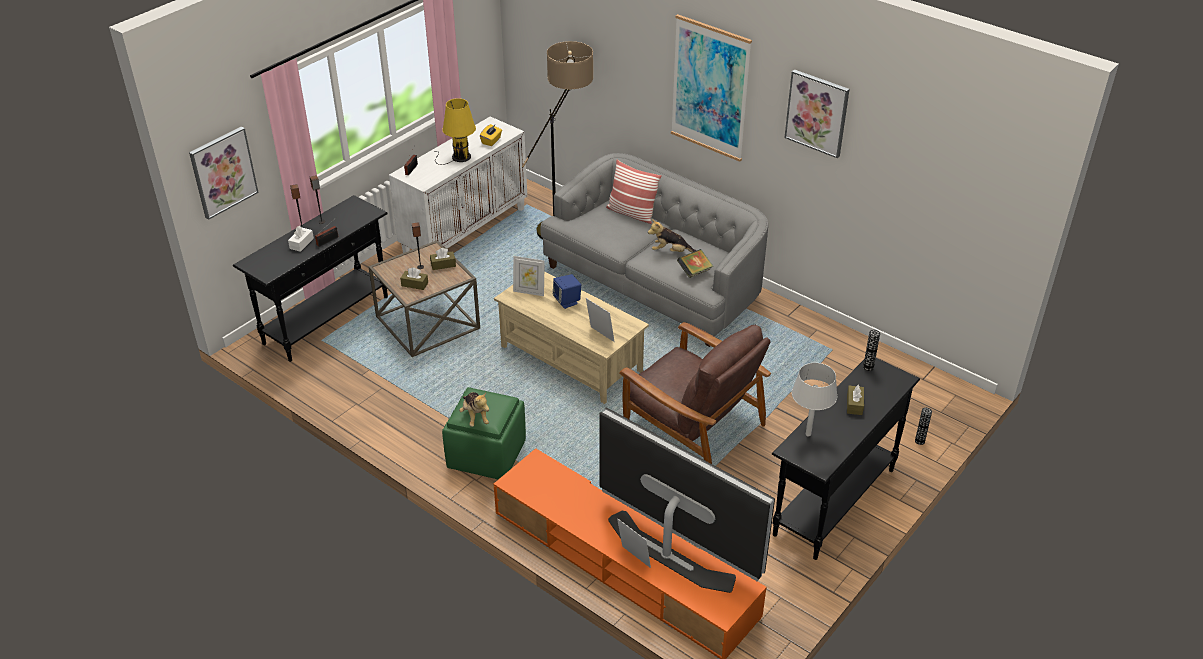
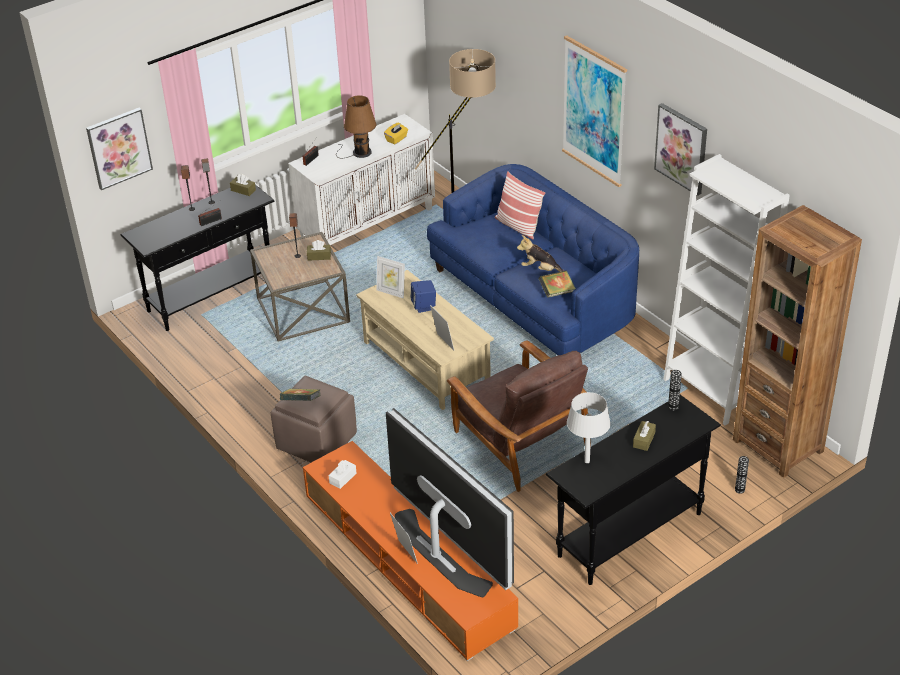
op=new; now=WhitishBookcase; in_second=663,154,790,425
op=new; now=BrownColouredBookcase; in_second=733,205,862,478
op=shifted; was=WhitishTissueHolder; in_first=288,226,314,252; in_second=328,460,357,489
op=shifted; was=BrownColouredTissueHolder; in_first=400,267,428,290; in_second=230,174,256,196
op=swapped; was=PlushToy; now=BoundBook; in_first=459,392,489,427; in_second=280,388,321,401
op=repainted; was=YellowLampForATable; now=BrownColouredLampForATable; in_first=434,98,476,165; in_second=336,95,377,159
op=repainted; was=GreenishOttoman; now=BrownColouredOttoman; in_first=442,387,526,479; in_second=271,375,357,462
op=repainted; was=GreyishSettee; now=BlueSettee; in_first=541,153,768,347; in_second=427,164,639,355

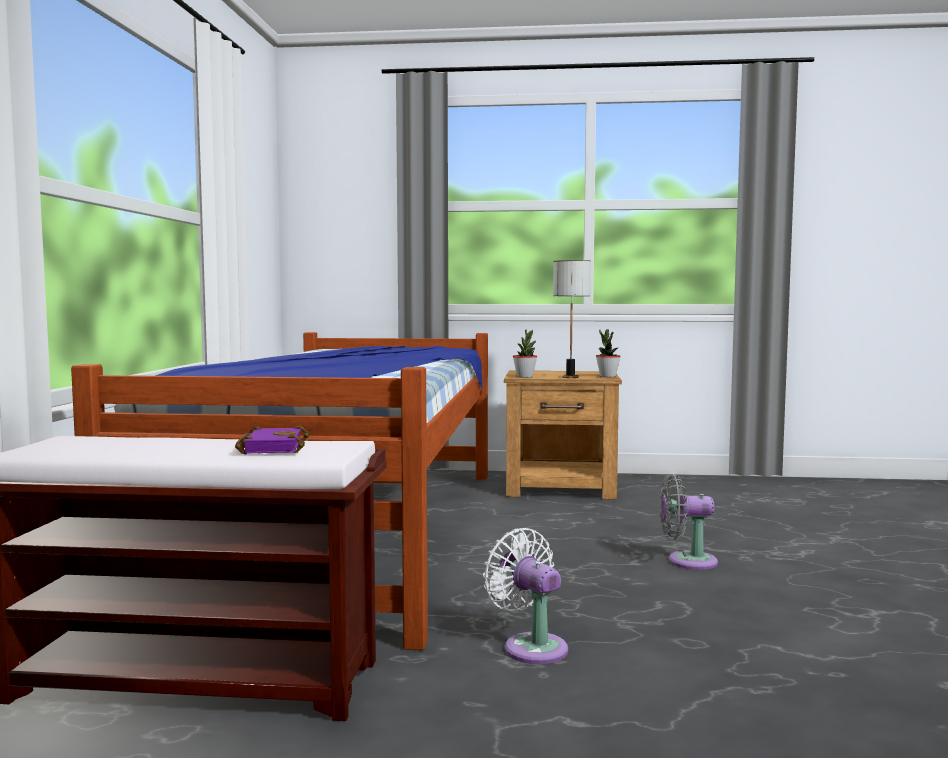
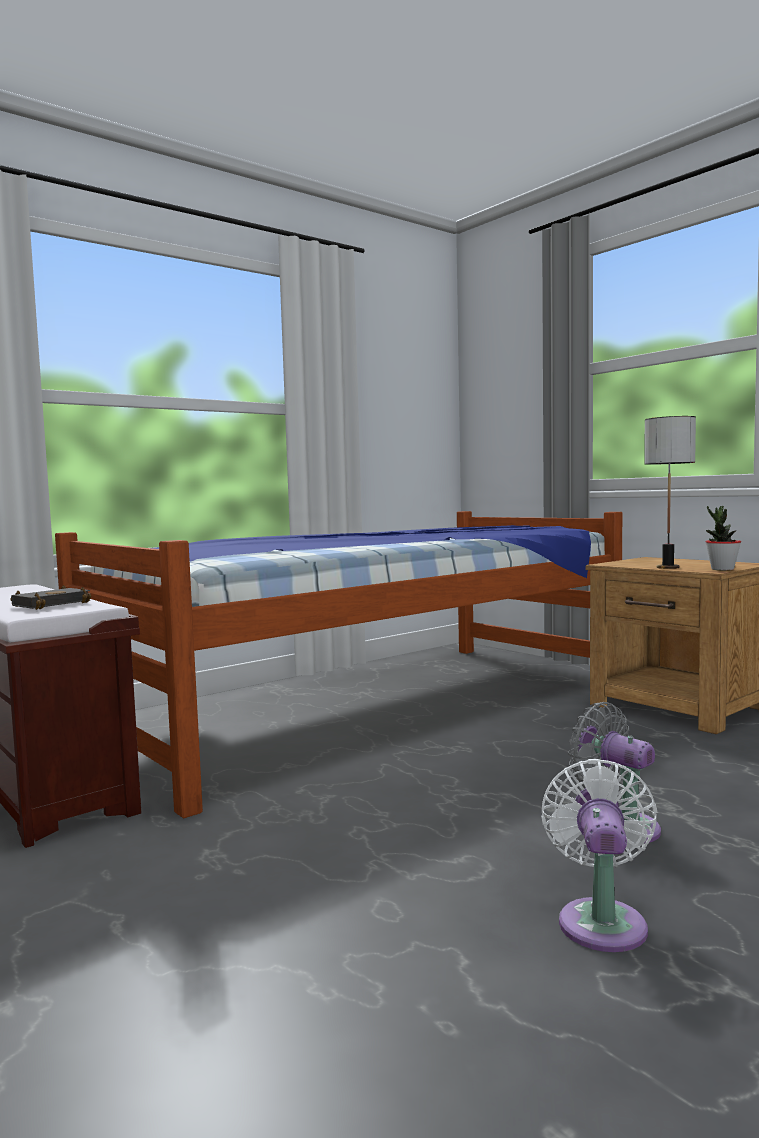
op=gone; was=PlantInAPot; in_first=513,330,537,378
op=shifted; was=WhitishCoolingFan; in_first=483,528,568,664; in_second=541,759,658,952
op=repainted; was=PurpleBoundBook; now=BlackishBoundBook; in_first=235,425,310,454; in_second=10,585,91,610

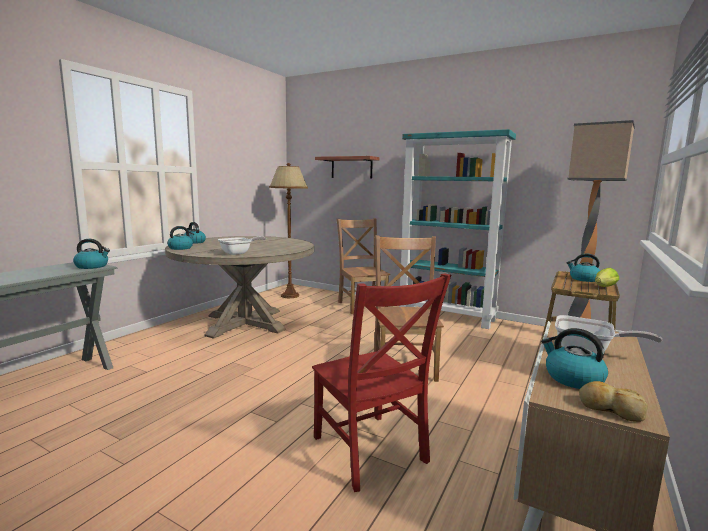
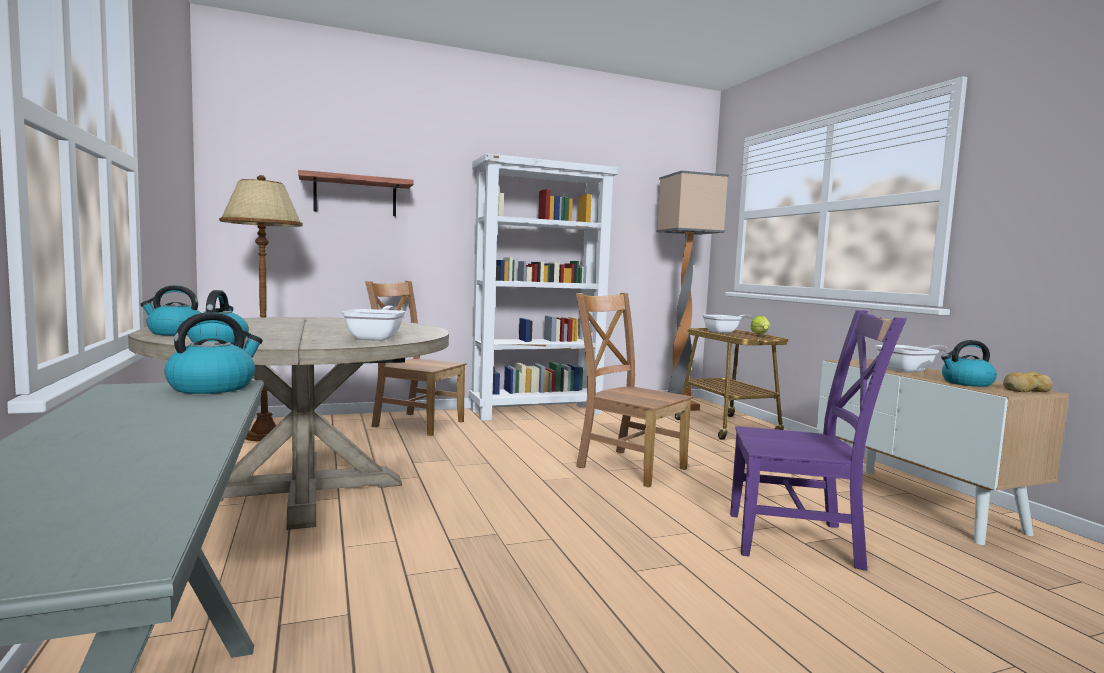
op=swapped; was=TeaKettle; now=Pan; in_first=567,254,600,282; in_second=702,315,754,333
op=repainted; was=ReddishChair; now=PurpleChair; in_first=312,273,451,492; in_second=730,310,907,571
op=repainted; was=TurquoiseColouredBookcase; now=WhitishBookcase; in_first=399,129,516,329; in_second=469,153,619,421

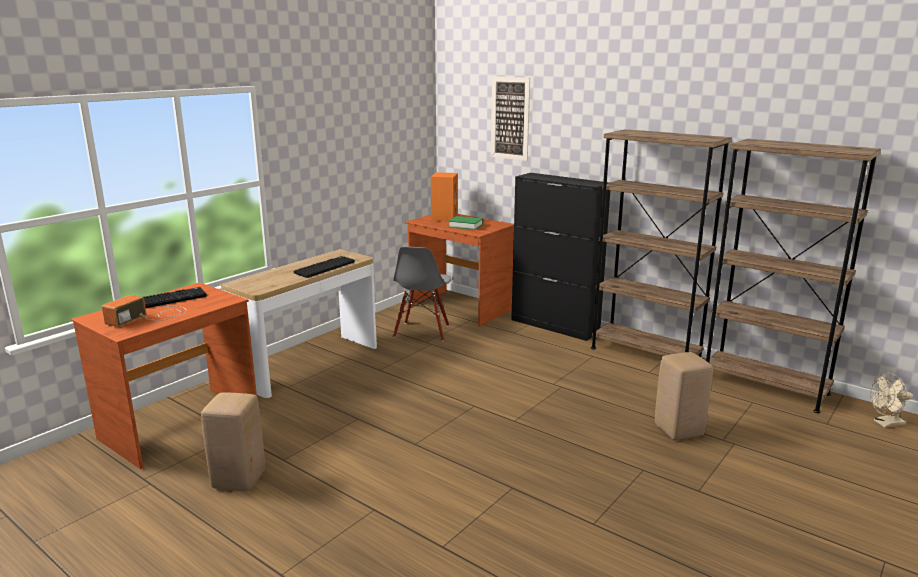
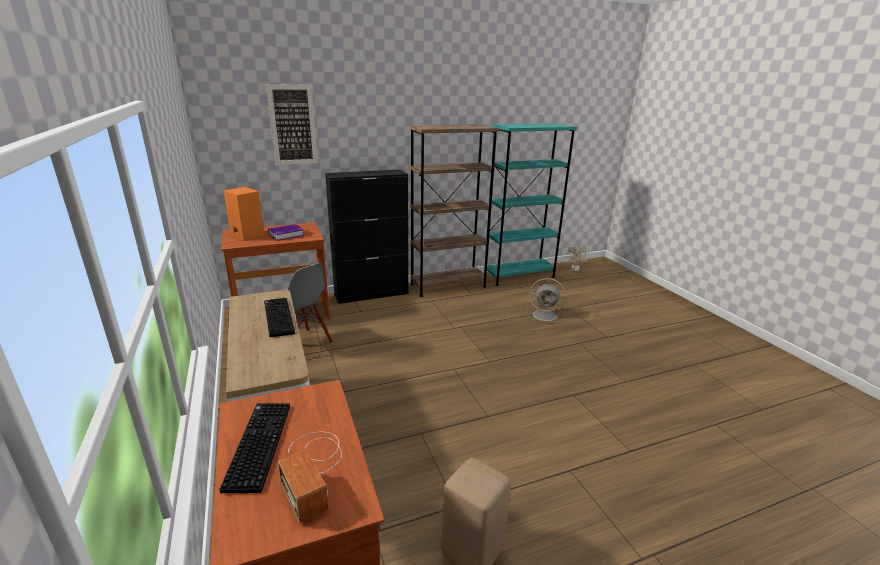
op=swapped; was=BeigeSittingStool; now=GreyishCoolingFan; in_first=655,352,713,440; in_second=527,278,566,324
op=repainted; was=GreenishBoundBook; now=PurpleBoundBook; in_first=449,216,483,230; in_second=268,224,304,241
op=repainted; was=BrownColouredBookcase; now=TurquoiseColouredBookcase; in_first=706,139,881,413; in_second=484,123,577,286

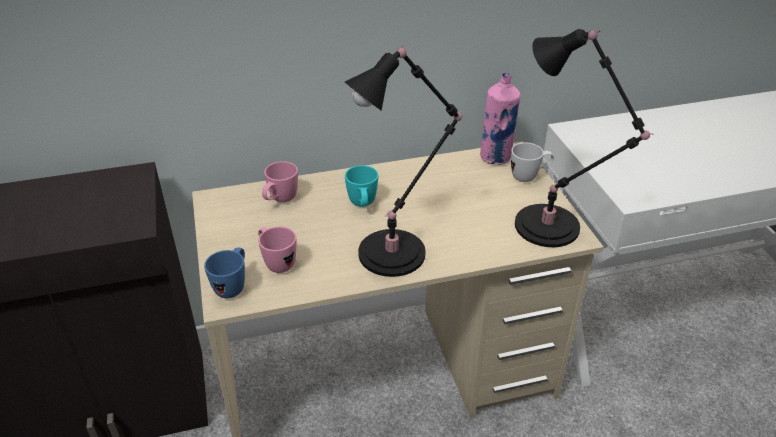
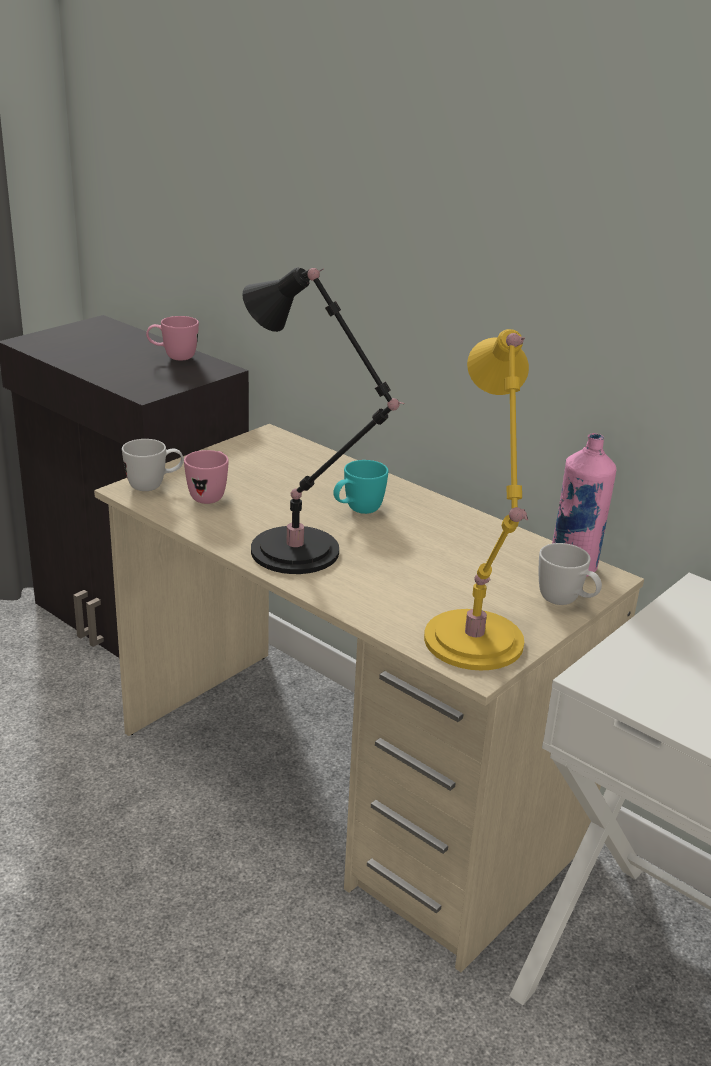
op=shifted; was=PinkMug; in_first=262,161,298,203; in_second=146,316,199,361
op=repainted; was=BlueMug; now=WhitishMug; in_first=204,247,245,298; in_second=122,439,184,491
op=repainted; was=BlackishLampForATable; now=YellowLampForATable; in_first=515,29,653,247; in_second=424,329,529,670

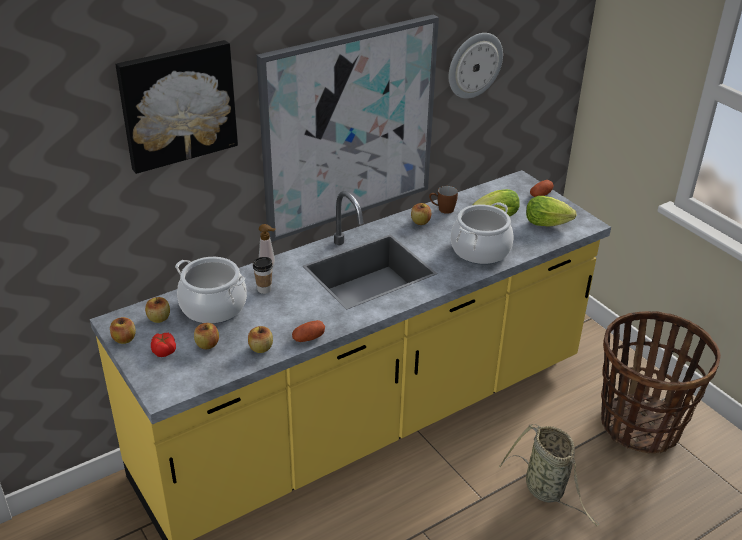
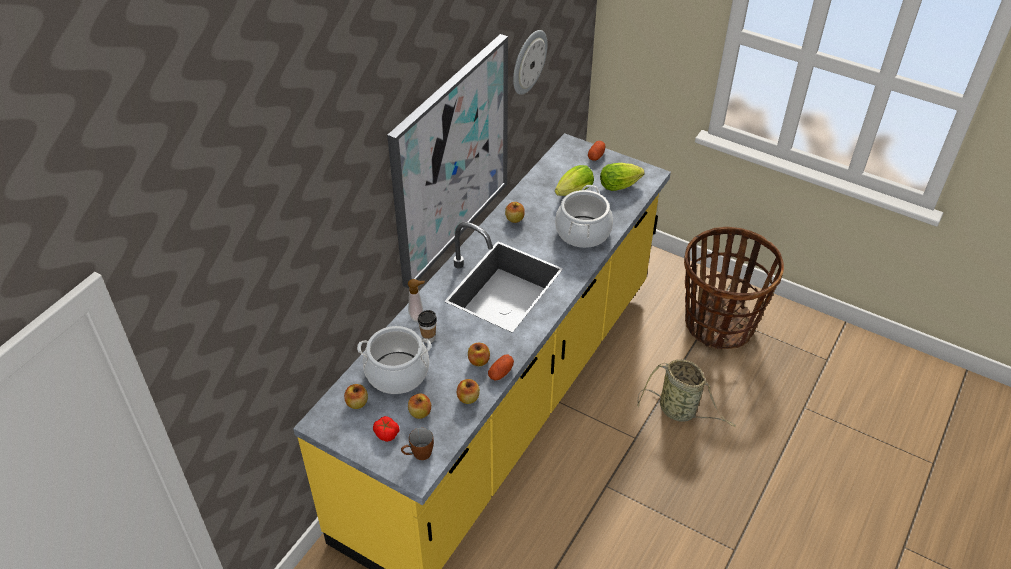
op=gone; was=WallArt; in_first=115,40,238,174
op=shifted; was=Apple; in_first=110,317,136,344; in_second=468,343,490,366
op=shifted; was=BrownColouredMug; in_first=429,186,458,214; in_second=401,428,434,460

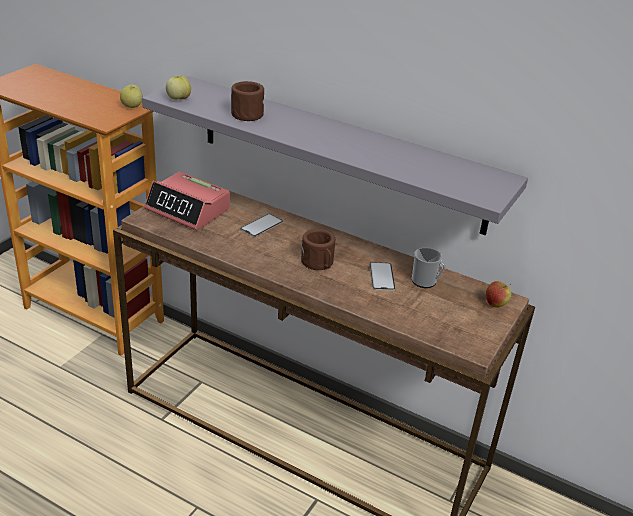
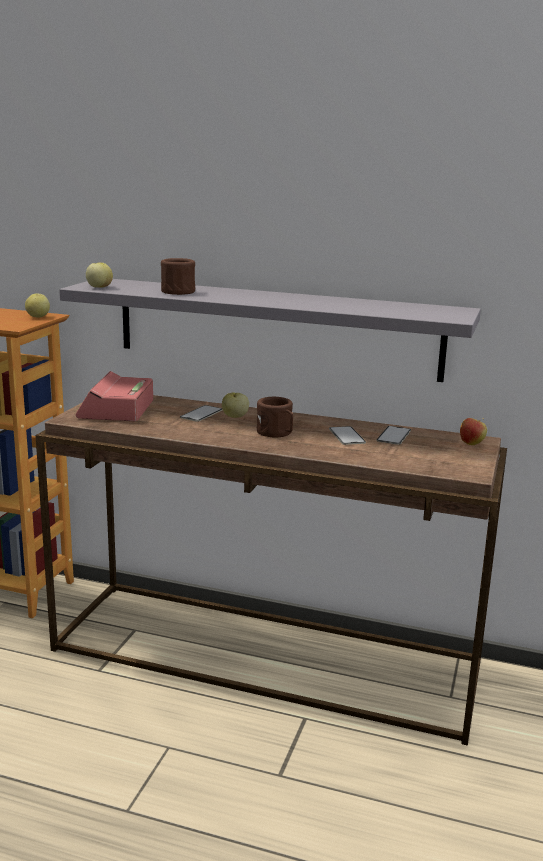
op=new; now=Apple; in_second=222,392,249,418
op=swapped; was=Mug; now=Phone; in_first=412,247,446,288; in_second=376,426,411,445
op=rotated; was=BedsideClock; in_first=144,172,230,230; in_second=76,371,153,421; clockwise=75

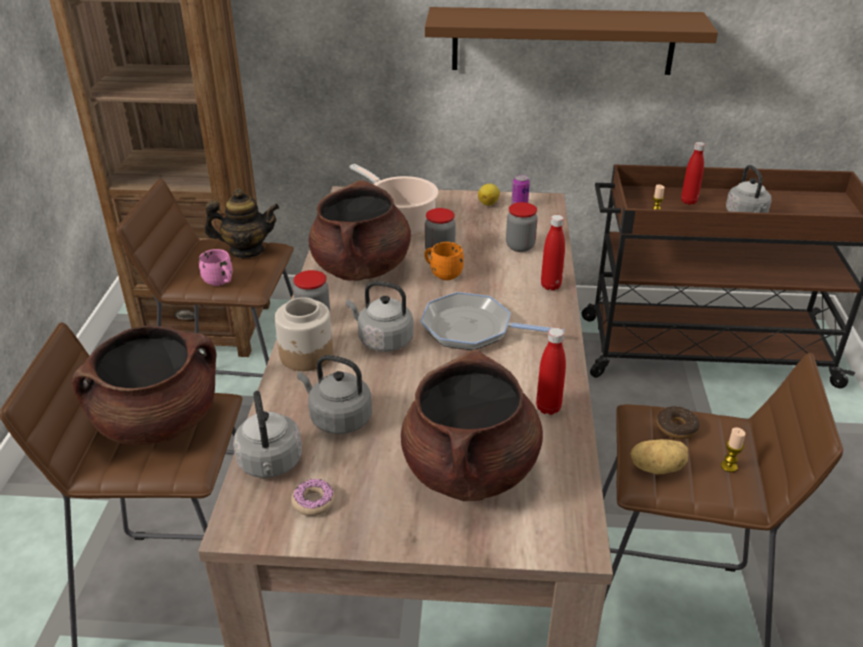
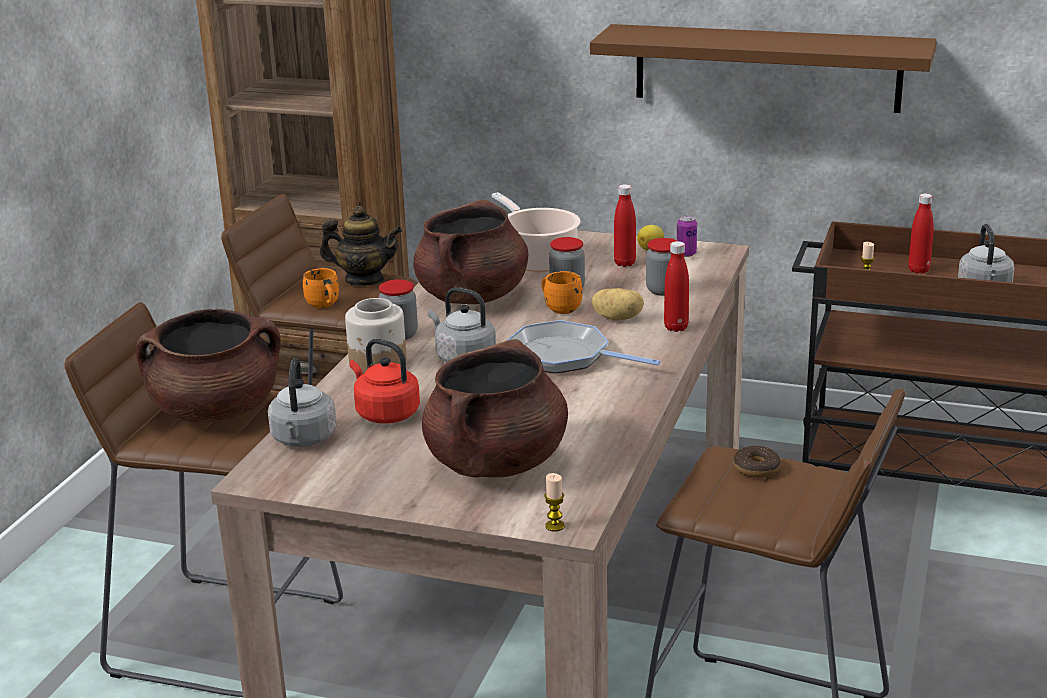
op=gone; was=RingDoughnut; in_first=291,479,335,516
op=shifted; was=ReddishBeverageBottle; in_first=536,328,566,415; in_second=614,184,636,267
op=shifted; was=Spud; in_first=630,439,688,474; in_second=592,288,644,321
op=shifted; was=Candle; in_first=721,427,746,472; in_second=544,473,565,532
op=repainted; was=PinkMug; now=OrangeMug; in_first=199,249,233,286; in_second=303,268,339,308
op=repainted; was=GreyishTeaKettle; now=ReddishTeaKettle; in_first=297,355,372,434; in_second=349,338,420,424

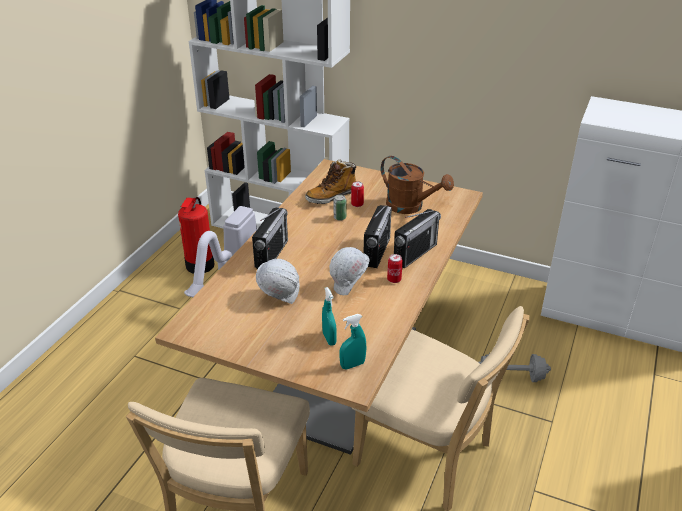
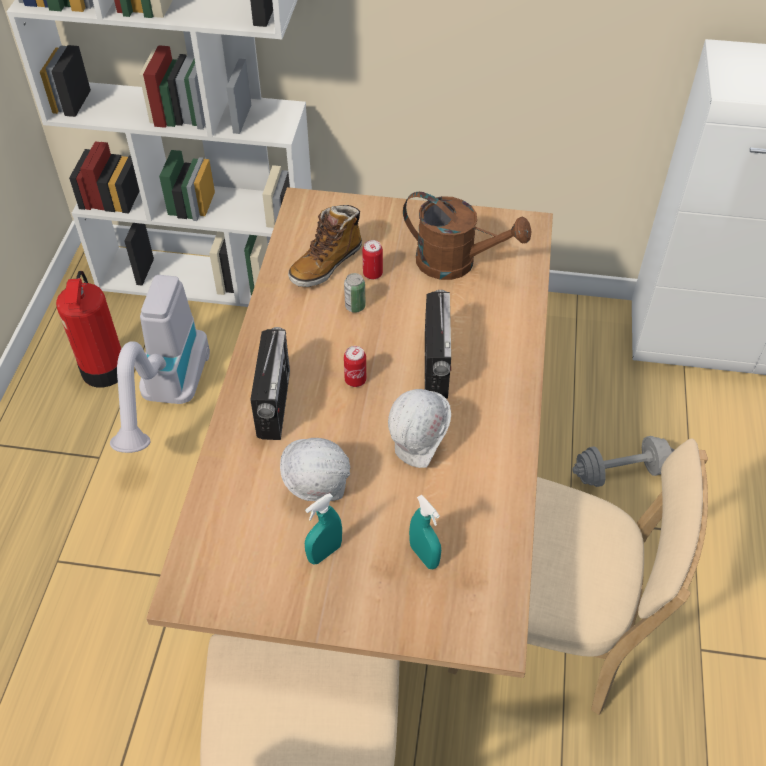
op=gone; was=Radio; in_first=394,209,441,269
op=shifted; was=TurquoiseColouredSprayer; in_first=339,314,366,369; in_second=305,493,342,564
op=shifted; was=SealedCan; in_first=387,254,403,283; in_second=344,346,366,387

